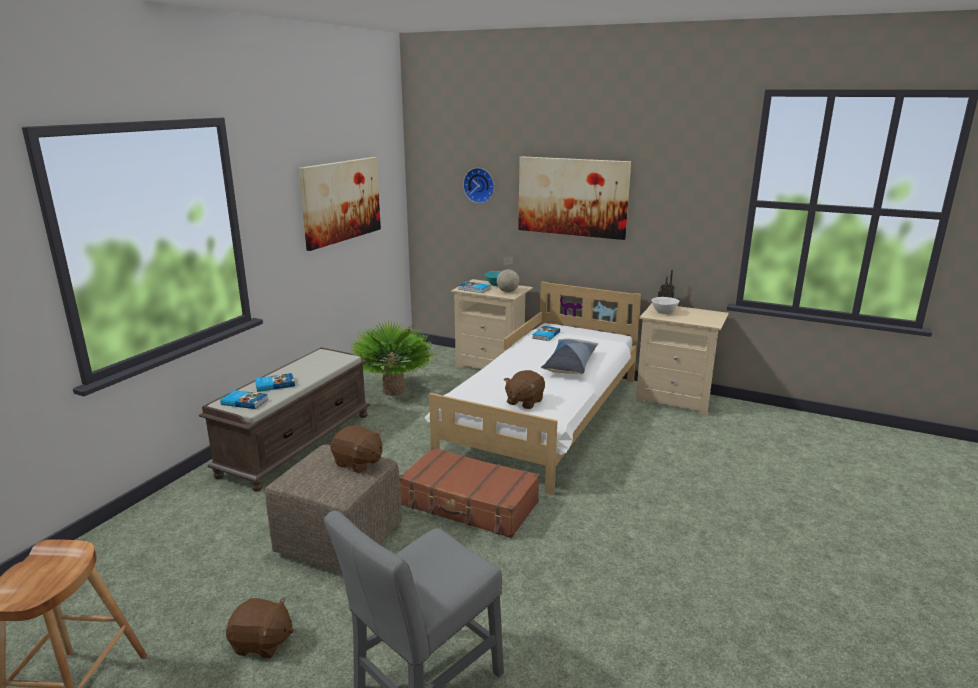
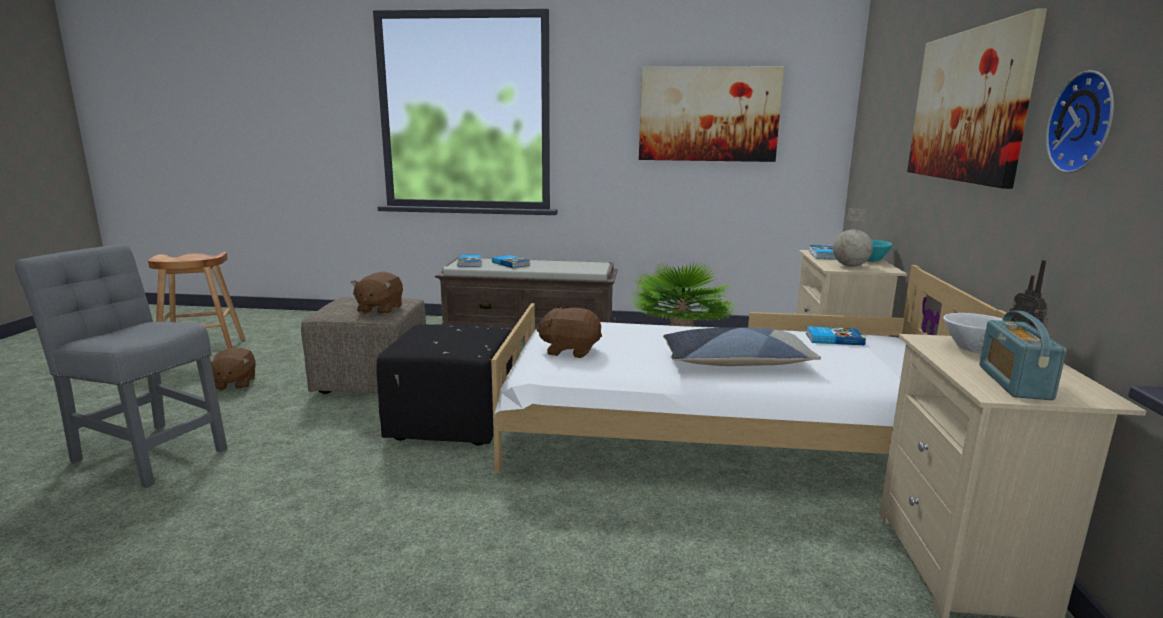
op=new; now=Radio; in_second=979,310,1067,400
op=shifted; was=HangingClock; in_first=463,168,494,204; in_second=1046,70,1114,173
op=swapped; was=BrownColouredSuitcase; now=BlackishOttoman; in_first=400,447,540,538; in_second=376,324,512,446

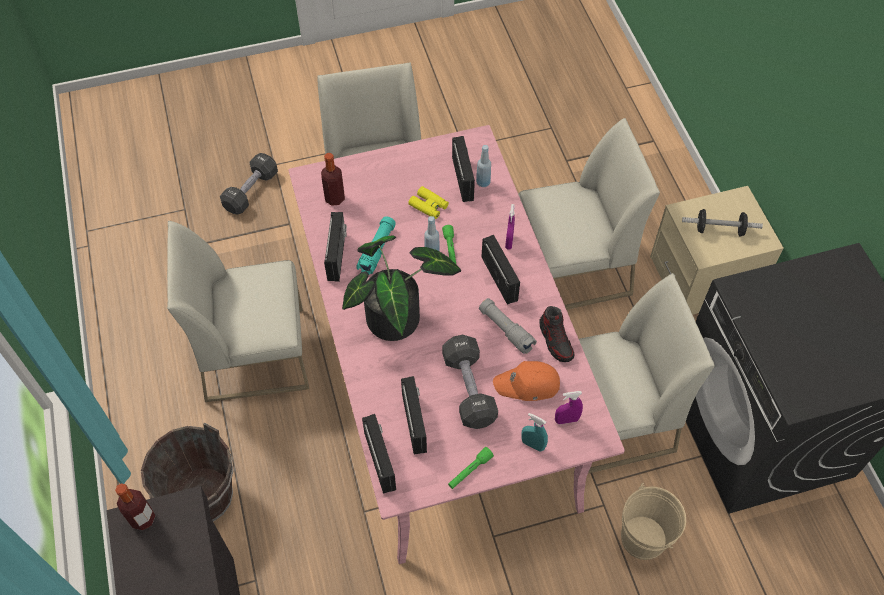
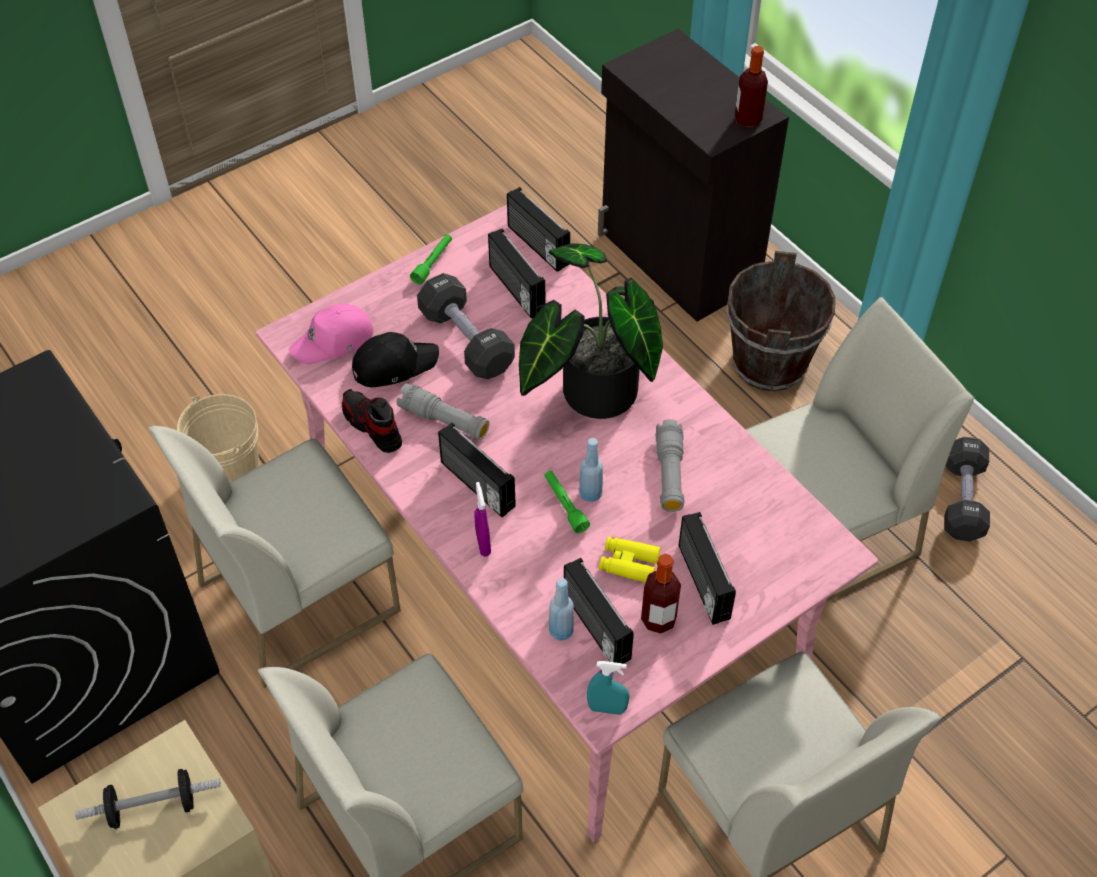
op=shifted; was=BlackishDumbbell; in_first=220,153,278,214; in_second=944,437,990,542
op=shifted; was=BeverageBottle; in_first=321,153,345,206; in_second=641,554,681,634
op=shifted; was=Radio; in_first=324,212,347,282; in_second=679,512,736,625
op=shifted; was=TurquoiseColouredSprayer; in_first=521,413,548,451; in_second=587,661,629,715
op=swapped; was=PurpleSprayer; now=PinkCap; in_first=555,391,583,424; in_second=289,304,373,365
op=repainted; was=TurquoiseColouredFlashlight; now=GreyishFlashlight; in_first=356,216,396,275; in_second=656,419,684,512
op=repainted; was=OrangeCap; now=BlackishCap; in_first=493,361,560,401; in_second=352,332,439,387

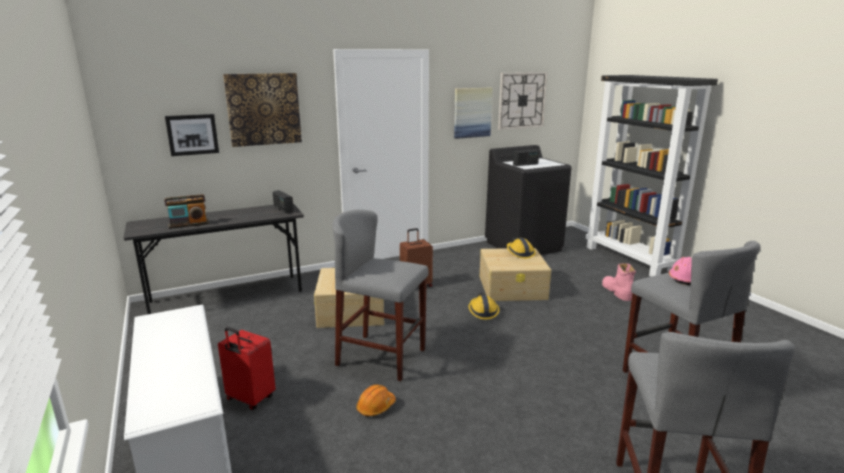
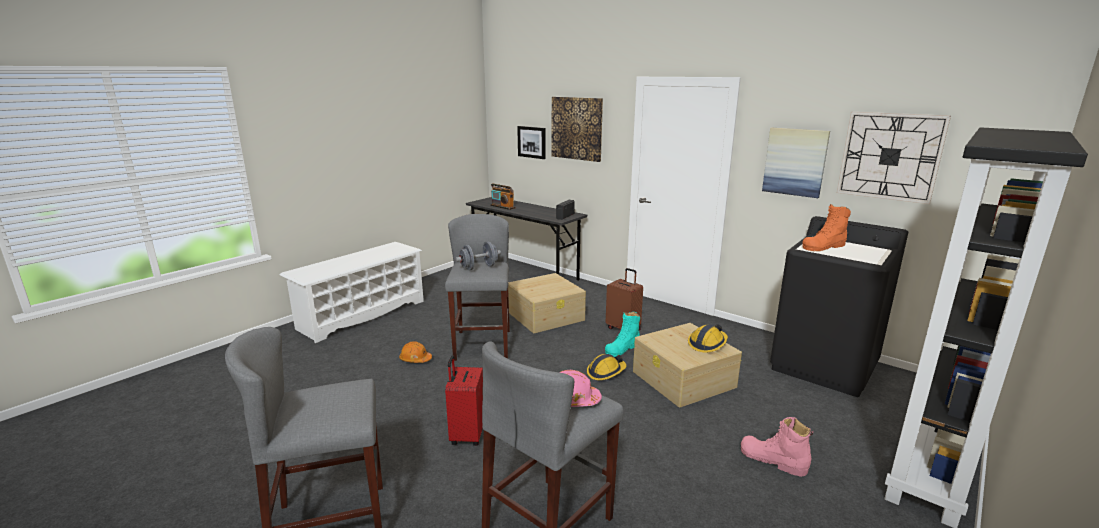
op=new; now=GreyishDumbbell; in_second=455,241,501,270
op=new; now=TurquoiseColouredHighTopBoot; in_second=605,312,640,357
op=shifted; was=ReddishSuitcase; in_first=218,327,276,410; in_second=445,355,483,446
op=swapped; was=Radio; now=OrangeHighTopBoot; in_first=513,149,539,166; in_second=802,204,851,251
op=rotated; was=PinkHighTopBoot; in_first=602,263,636,301; in_second=741,417,814,477; clockwise=-105

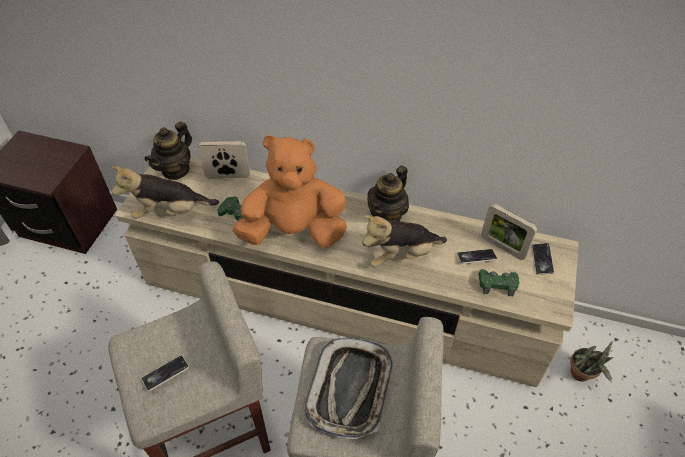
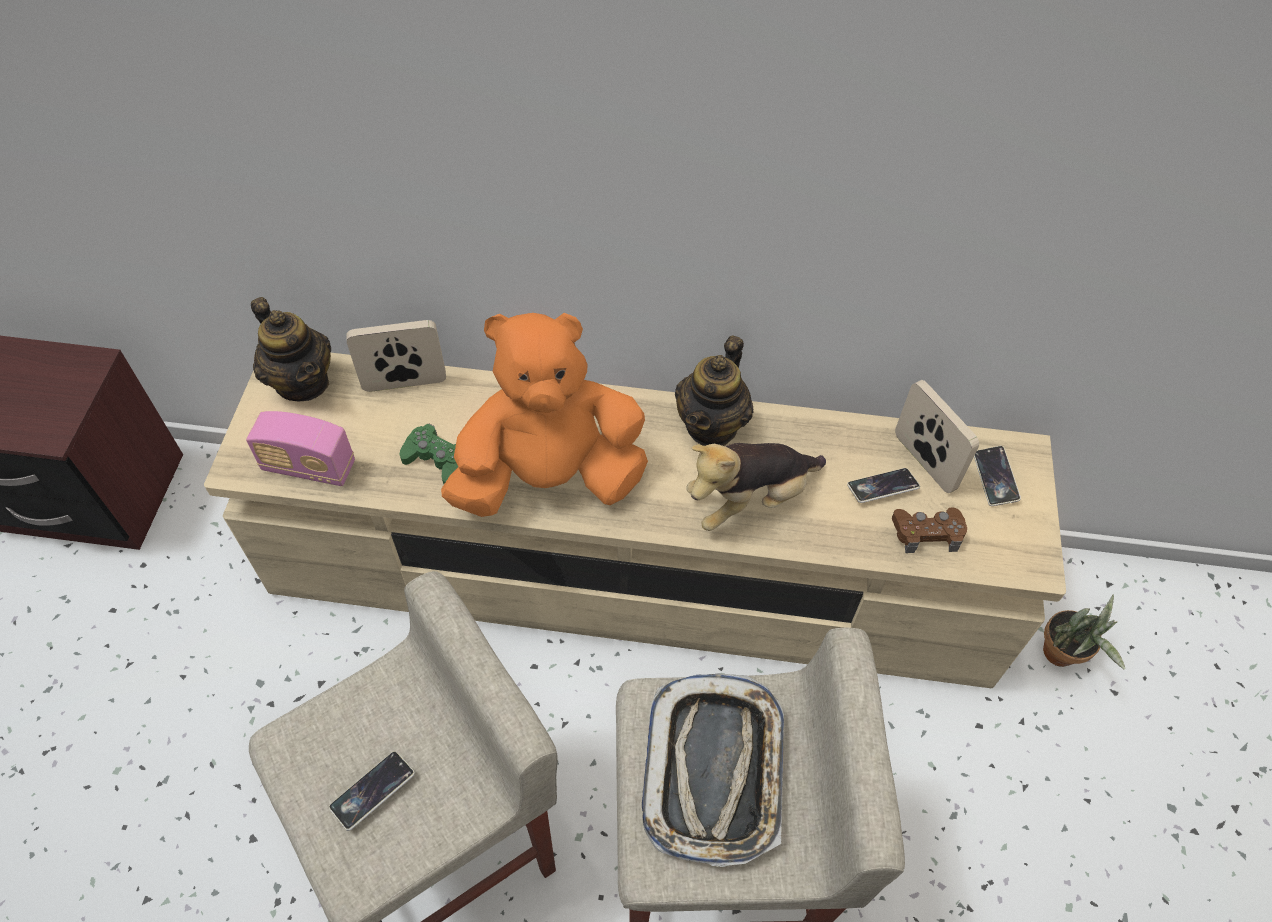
op=swapped; was=PlushToy; now=Radio; in_first=112,166,219,219; in_second=246,411,355,486
op=repainted; was=GreenishJoypad; now=BrownColouredJoypad; in_first=478,269,519,296; in_second=892,508,967,553
op=rotated; was=Teapot; in_first=144,121,192,180; in_second=251,297,331,401; clockwise=-60
op=rotated; was=PictureFrame; in_first=481,203,537,260; in_second=895,380,979,493; clockwise=-150

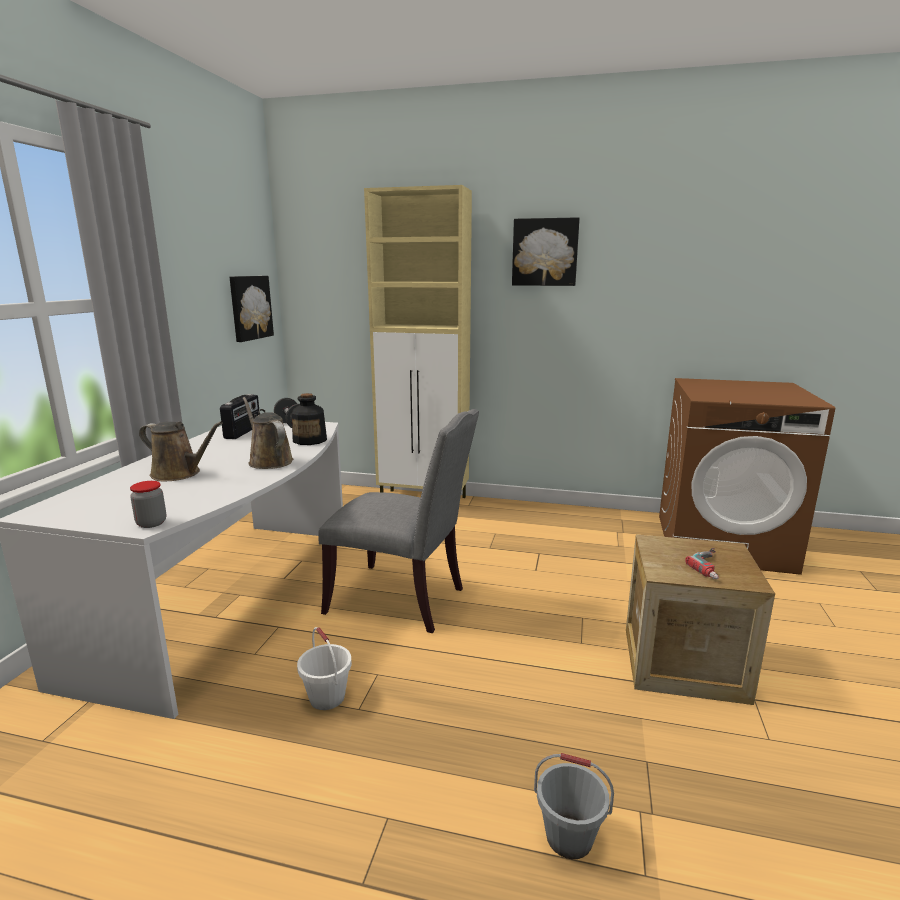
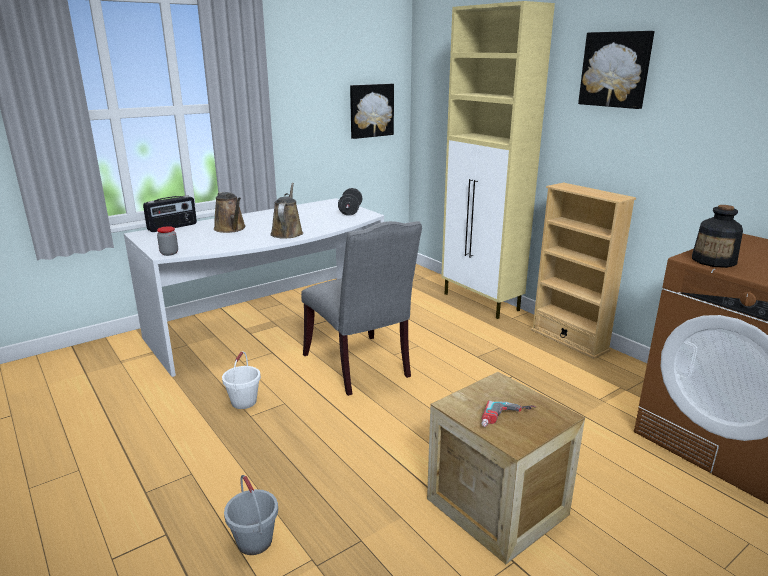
op=new; now=BeigeBookcase; in_second=531,183,636,359
op=shifted; was=Radio; in_first=220,394,260,439; in_second=143,195,197,232
op=shifted; was=BeverageBottle; in_first=292,393,327,445; in_second=692,205,743,268

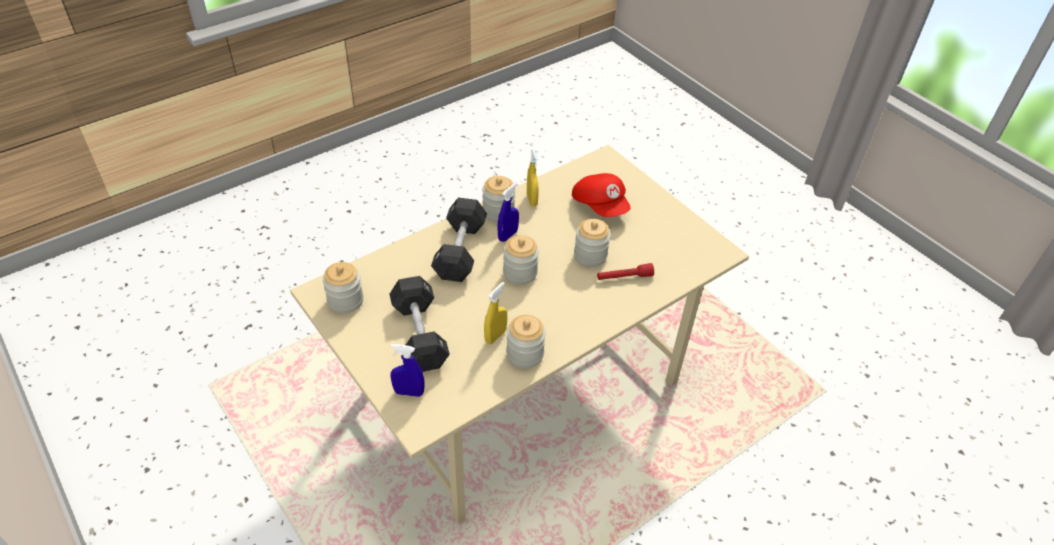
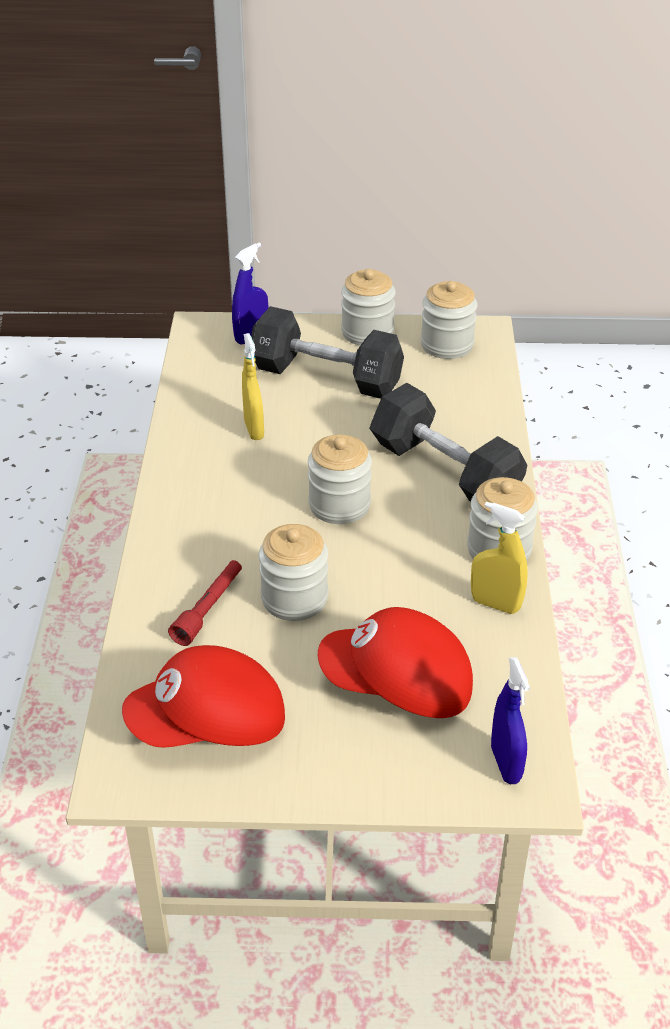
op=new; now=ReddishCap; in_second=122,645,285,747
op=shifted; was=BlueSprayer; in_first=498,183,519,242; in_second=491,657,530,784
op=shifted; was=StorageJar; in_first=506,315,546,368; in_second=341,269,396,345

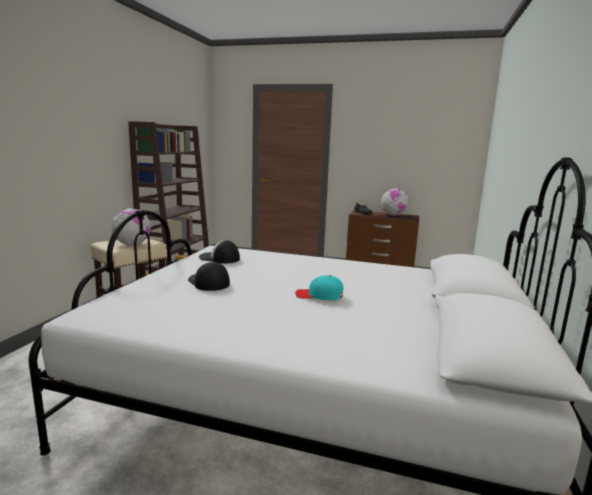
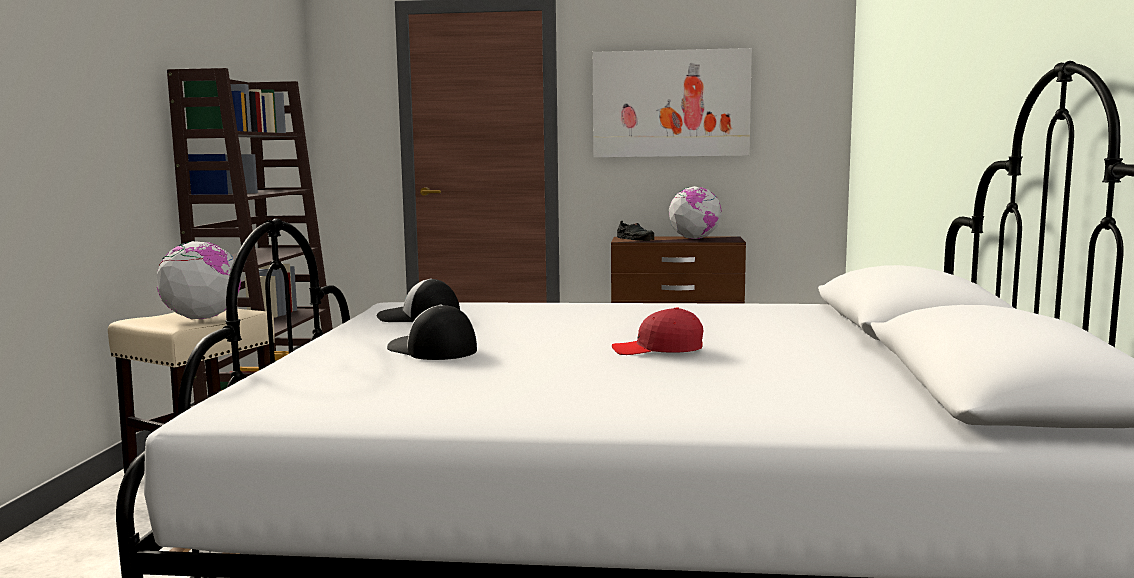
op=new; now=WallArt; in_second=593,48,752,157
op=repainted; was=TurquoiseColouredCap; now=ReddishCap; in_first=295,275,344,301; in_second=612,307,704,355

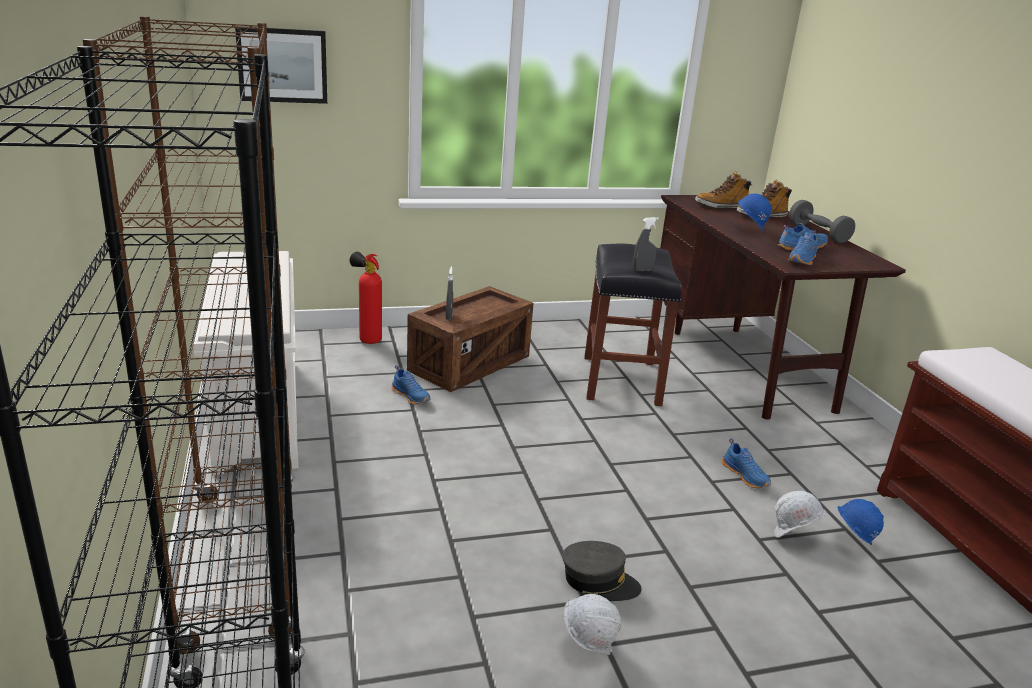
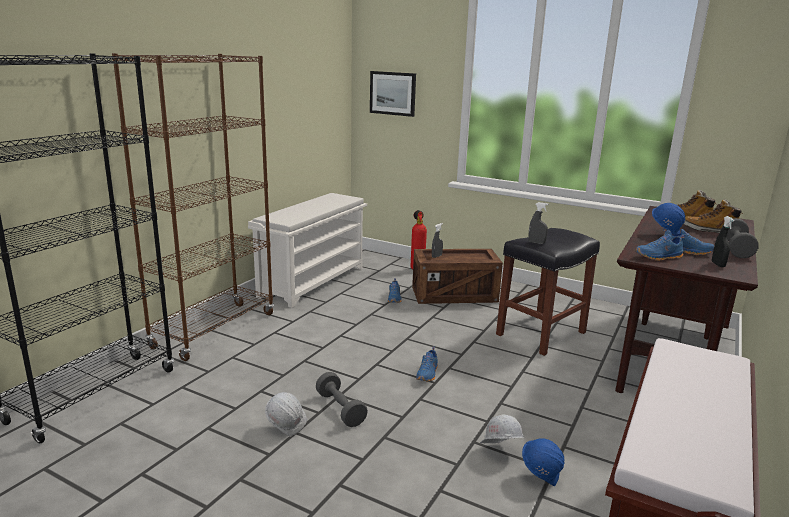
op=new; now=BlackishSprayer; in_second=712,216,734,267
op=shifted; was=BlueShoe; in_first=722,439,771,488; in_second=416,346,438,382
op=swapped; was=GreyishCap; now=GreyishDumbbell; in_first=563,541,642,601; in_second=316,372,368,427

